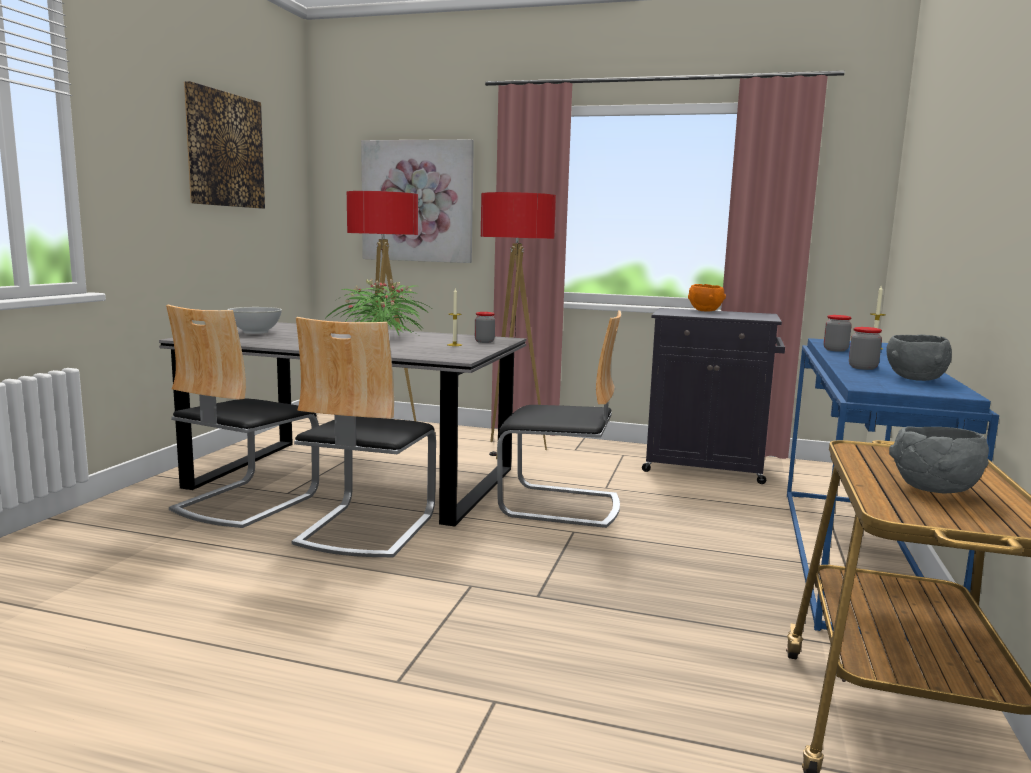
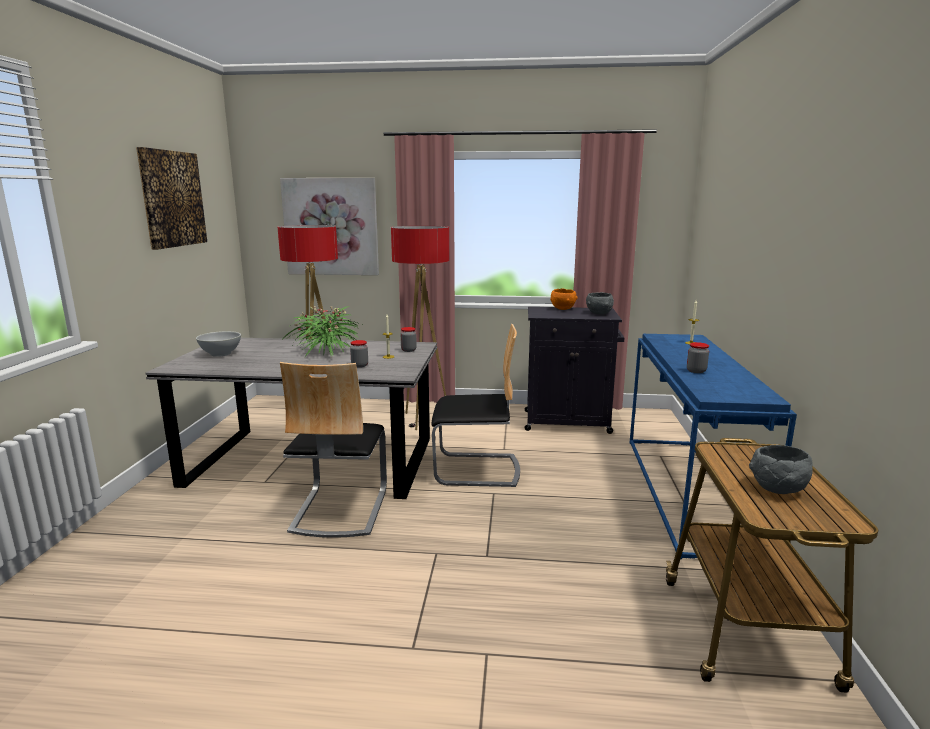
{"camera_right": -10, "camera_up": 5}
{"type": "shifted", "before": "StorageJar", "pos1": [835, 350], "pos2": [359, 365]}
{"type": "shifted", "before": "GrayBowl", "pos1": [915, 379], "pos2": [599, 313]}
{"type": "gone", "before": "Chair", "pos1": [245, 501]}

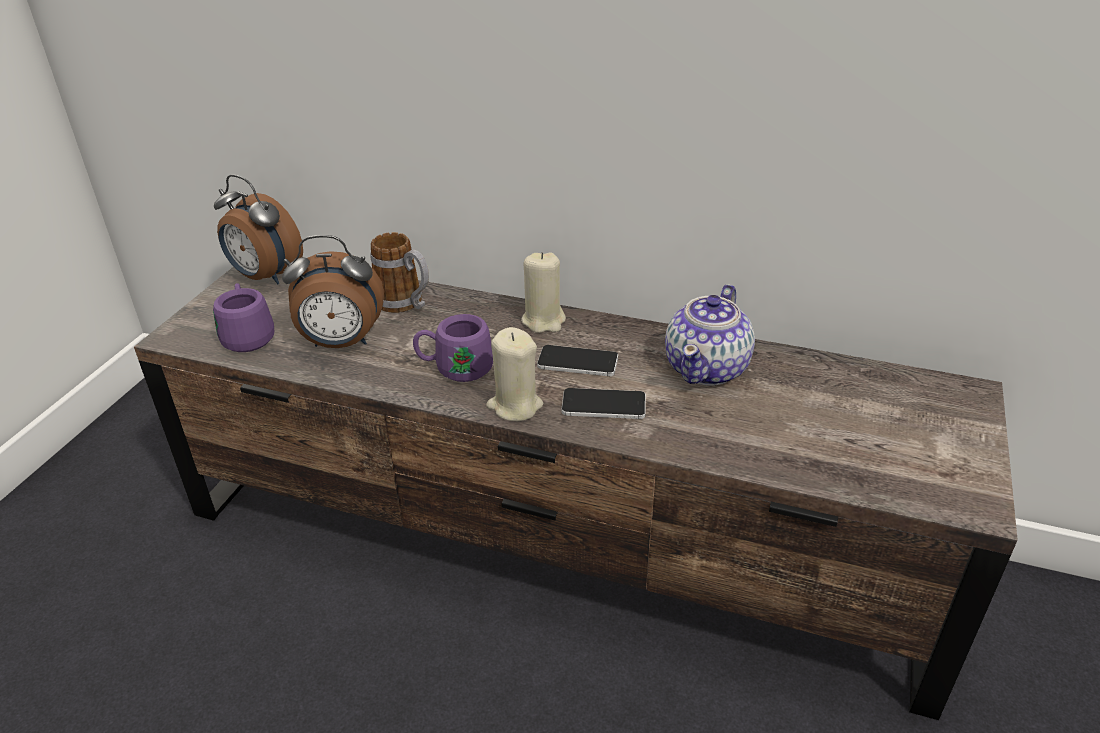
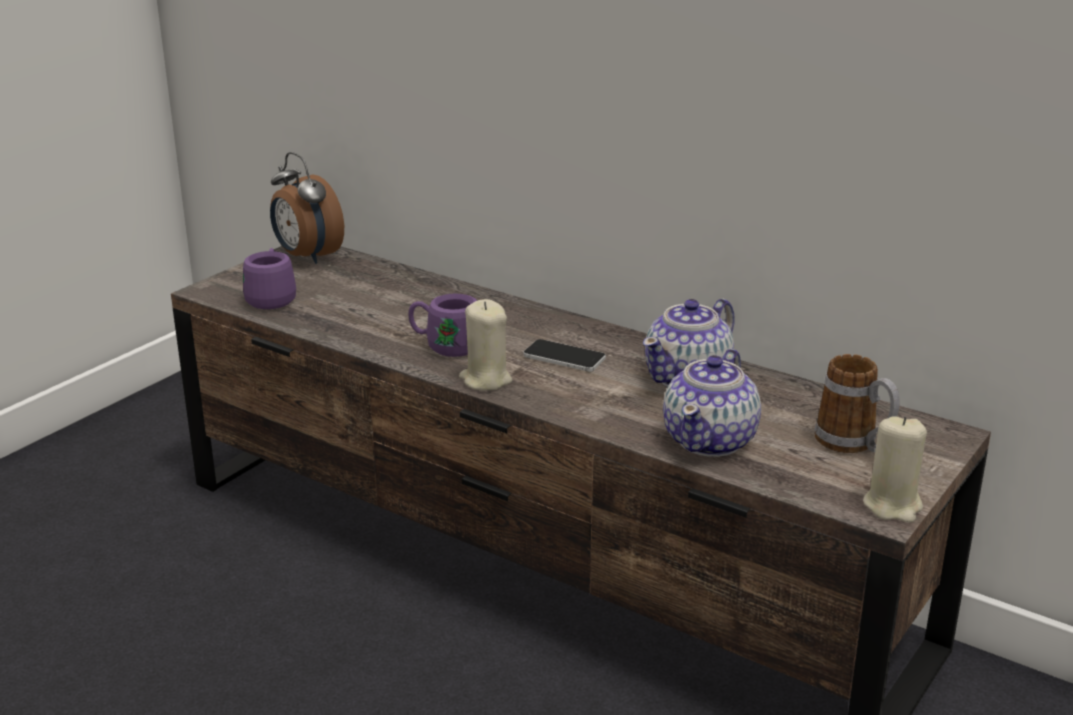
{"camera_right": 15, "camera_up": -10}
{"type": "new", "after": "PotForTea", "pos2": [711, 440]}
{"type": "shifted", "before": "Mug", "pos1": [405, 304], "pos2": [854, 444]}
{"type": "shifted", "before": "BeigeWaxCandle", "pos1": [544, 320], "pos2": [892, 505]}
{"type": "gone", "before": "BedsideClock", "pos1": [341, 343]}
{"type": "gone", "before": "Telephone", "pos1": [603, 405]}

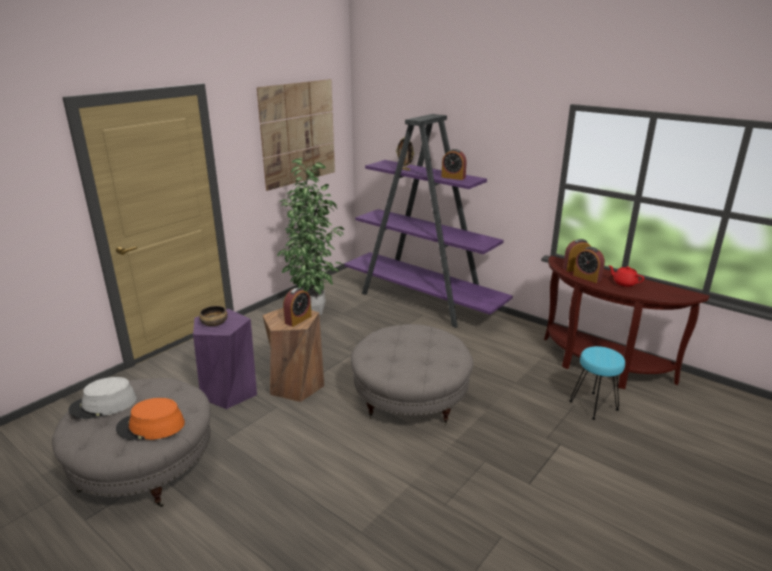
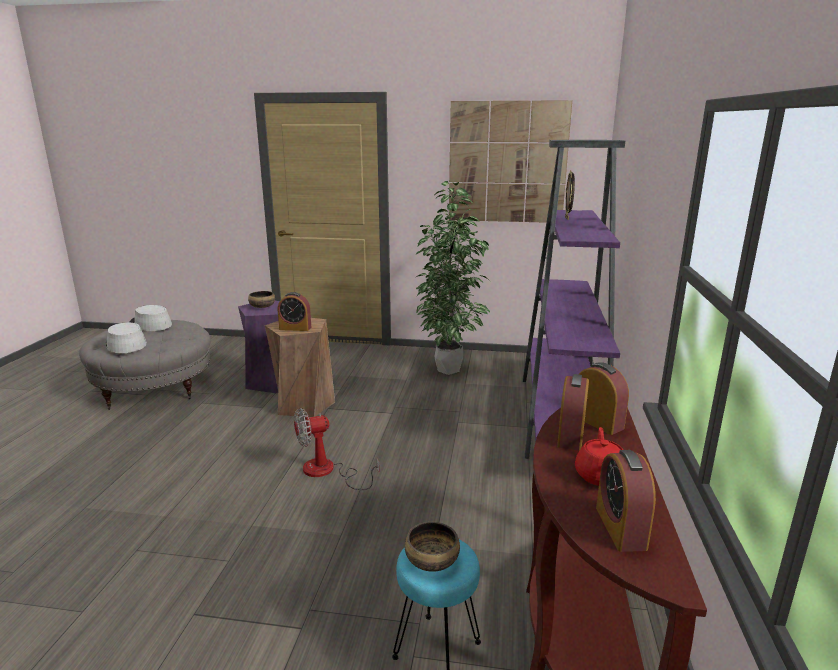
{"camera_right": 60, "camera_up": -5}
{"type": "repainted", "before": "OrangeHat", "after": "GrayHat", "pos1": [151, 426], "pos2": [125, 344]}
{"type": "swapped", "before": "GrayFootrest", "after": "Fan", "pos1": [410, 398], "pos2": [327, 472]}
{"type": "new", "after": "Bowl", "pos2": [431, 560]}
{"type": "shifted", "before": "BedsideClock", "pos1": [453, 177], "pos2": [620, 527]}

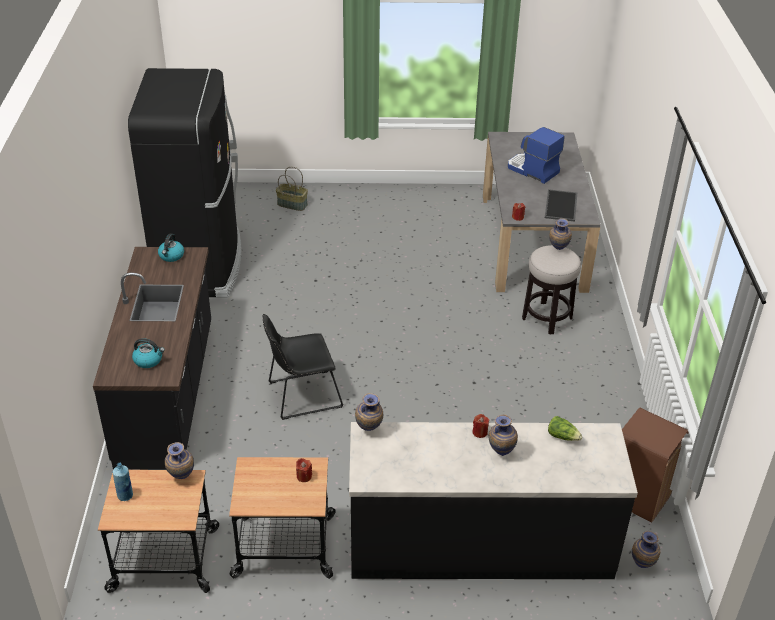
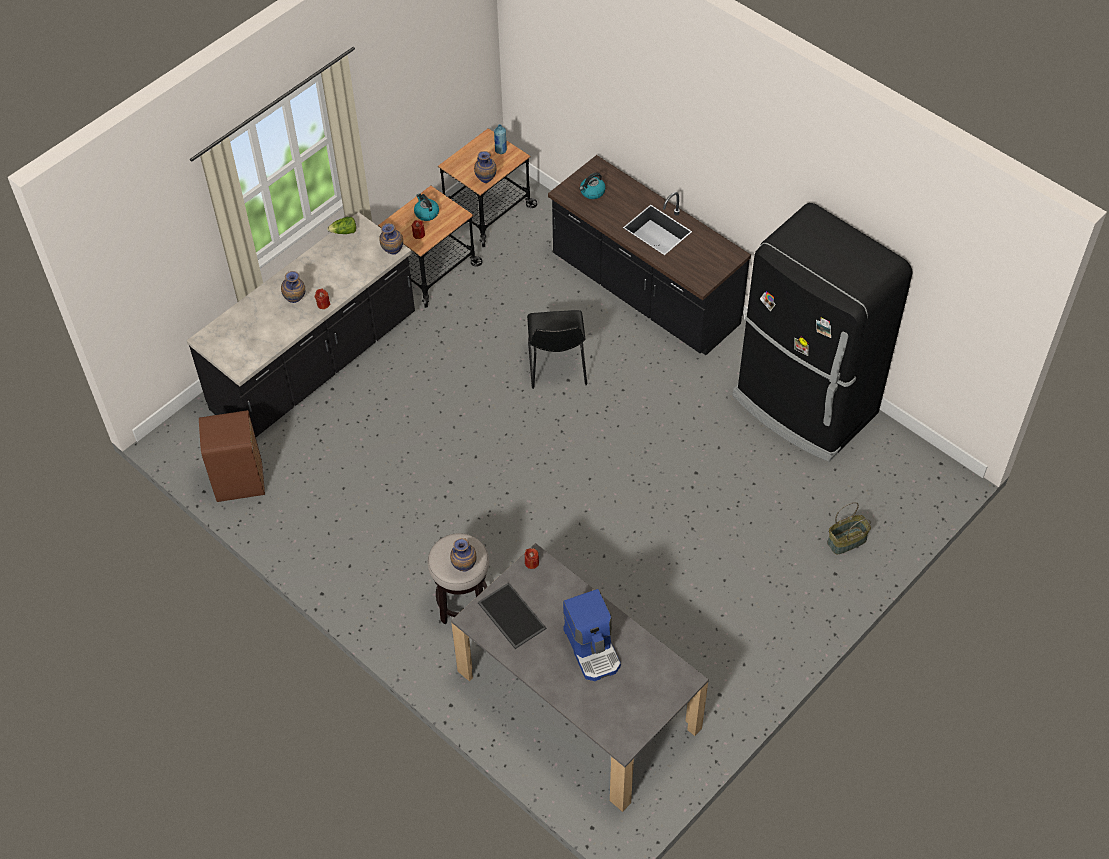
{"camera_right": 135, "camera_up": 15}
{"type": "shifted", "before": "HeadOfLettuce", "pos1": [562, 436], "pos2": [344, 232]}
{"type": "shifted", "before": "WaterKettle", "pos1": [171, 256], "pos2": [426, 213]}
{"type": "rotated", "before": "BlackishChair", "pos1": [301, 395], "pos2": [557, 366], "turn": 150}
{"type": "rotated", "before": "CoffeeBrewer", "pos1": [532, 170], "pos2": [593, 649], "turn": 75}
{"type": "gone", "before": "FlowerVase", "pos1": [642, 565]}

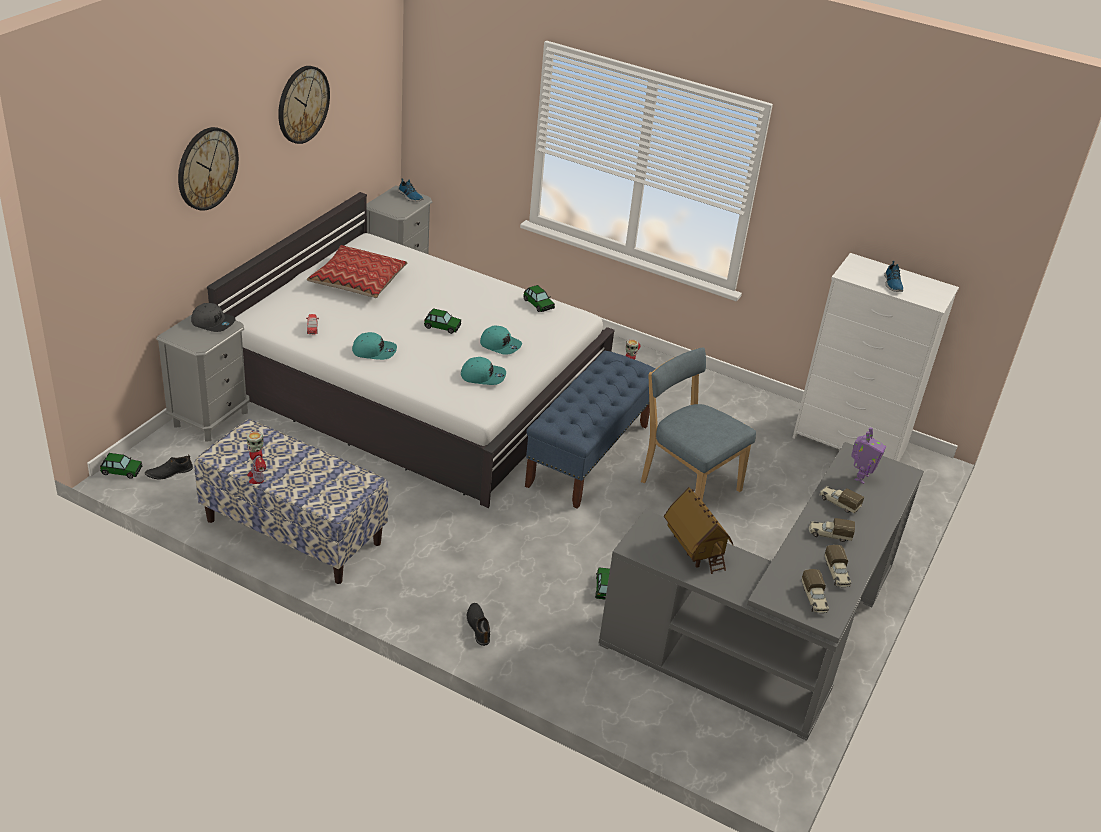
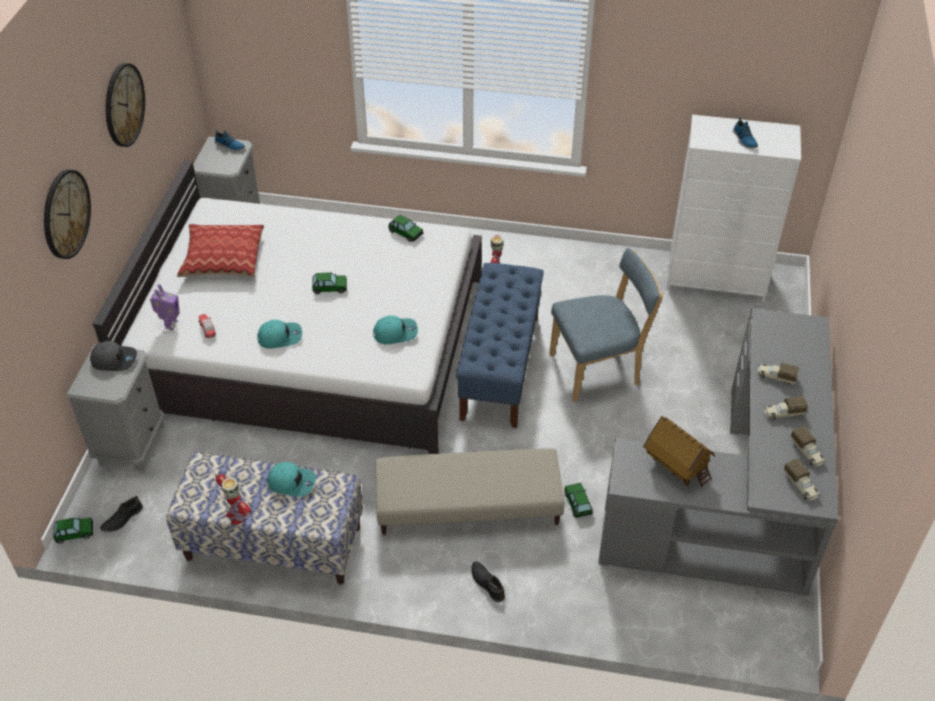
{"camera_right": -15, "camera_up": 10}
{"type": "shifted", "before": "RobotFigure", "pos1": [860, 477], "pos2": [170, 324]}
{"type": "shifted", "before": "BlueGreenPeakedCap", "pos1": [500, 345], "pos2": [292, 482]}
{"type": "new", "after": "BeigeFootrest", "pos2": [468, 505]}
{"type": "rotated", "before": "BluishChair", "pos1": [686, 484], "pos2": [598, 369], "turn": 135}

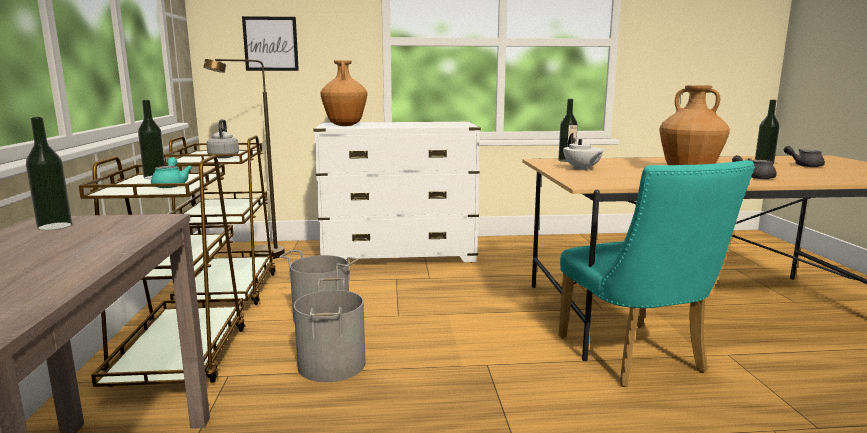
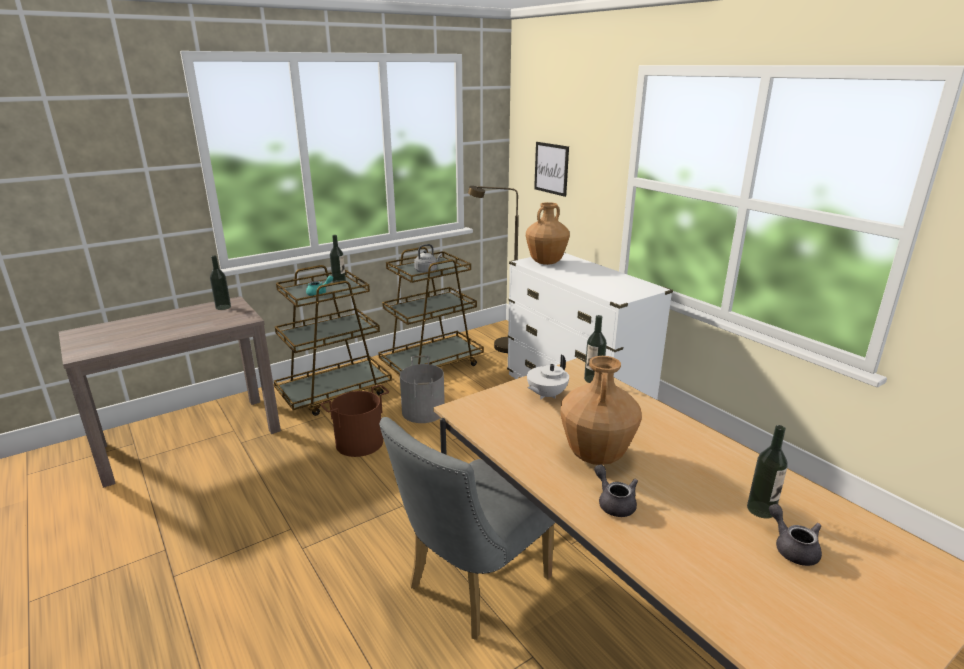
{"camera_right": 60, "camera_up": 10}
{"type": "repainted", "before": "GrayPail", "after": "BrownishPail", "pos1": [333, 364], "pos2": [360, 443]}
{"type": "repainted", "before": "BlueGreenChair", "after": "GrayChair", "pos1": [636, 359], "pos2": [471, 587]}

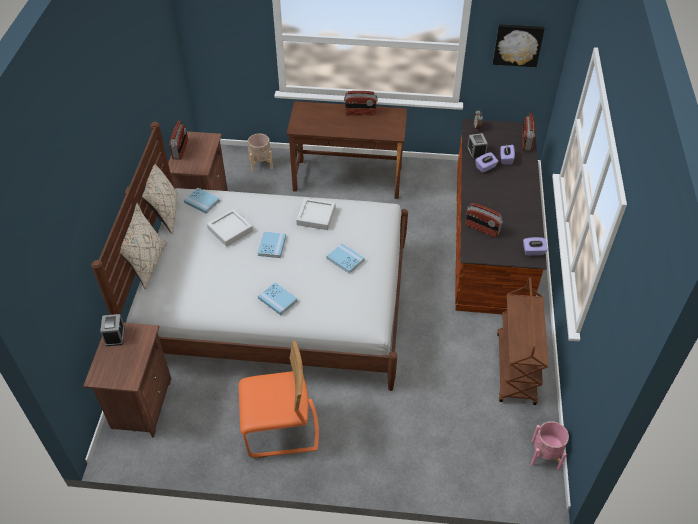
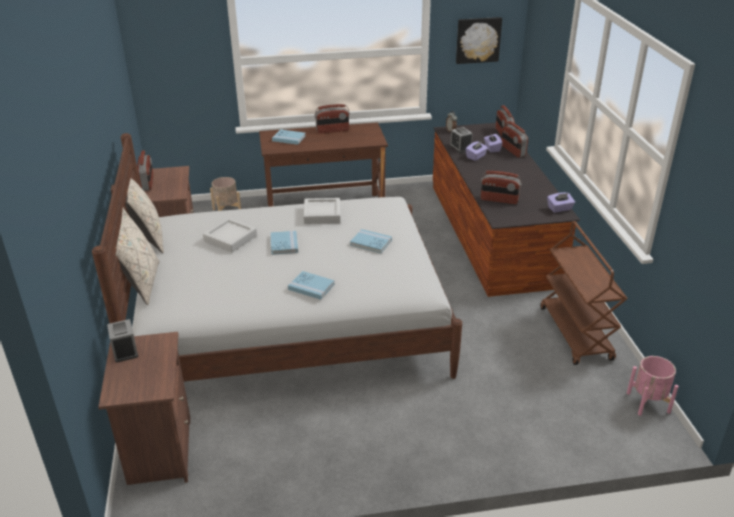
{"camera_right": -15, "camera_up": -15}
{"type": "shifted", "before": "BluishBoundBook", "pos1": [202, 201], "pos2": [289, 138]}
{"type": "new", "after": "RadioSet", "pos2": [513, 151]}
{"type": "gone", "before": "OrangeChair", "pos1": [281, 429]}

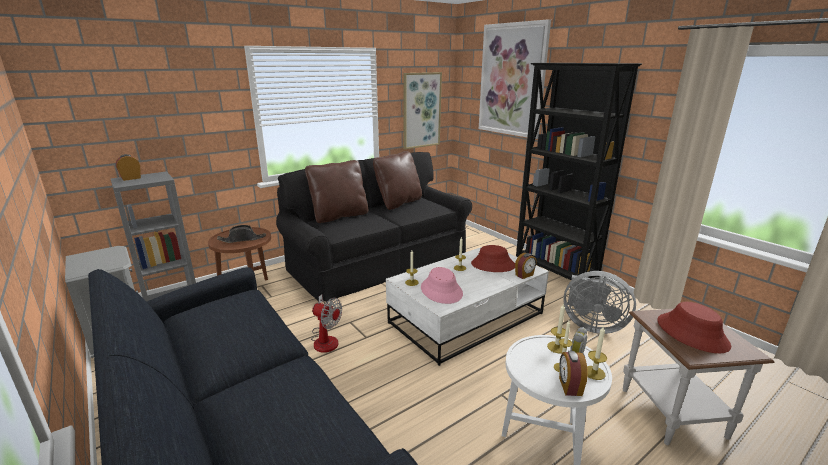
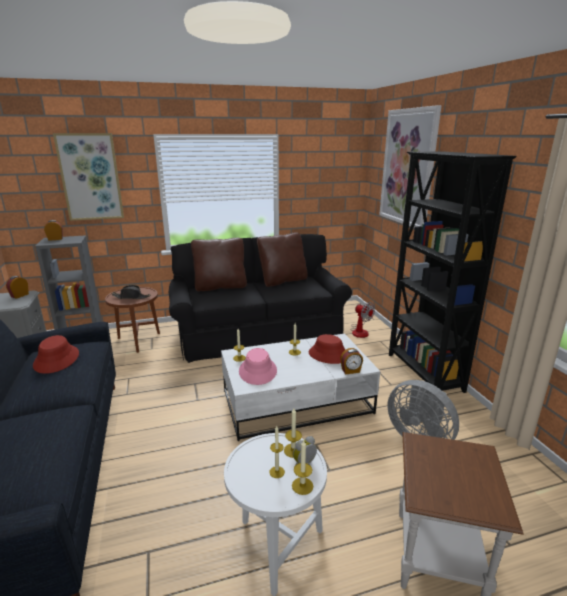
{"camera_right": 20, "camera_up": 0}
{"type": "shifted", "before": "BedsideClock", "pos1": [569, 386], "pos2": [19, 295]}
{"type": "shifted", "before": "RedColouredHat", "pos1": [692, 333], "pos2": [57, 359]}
{"type": "shifted", "before": "Picture", "pos1": [421, 110], "pos2": [90, 177]}
{"type": "shifted", "before": "Fan", "pos1": [325, 339], "pos2": [360, 331]}

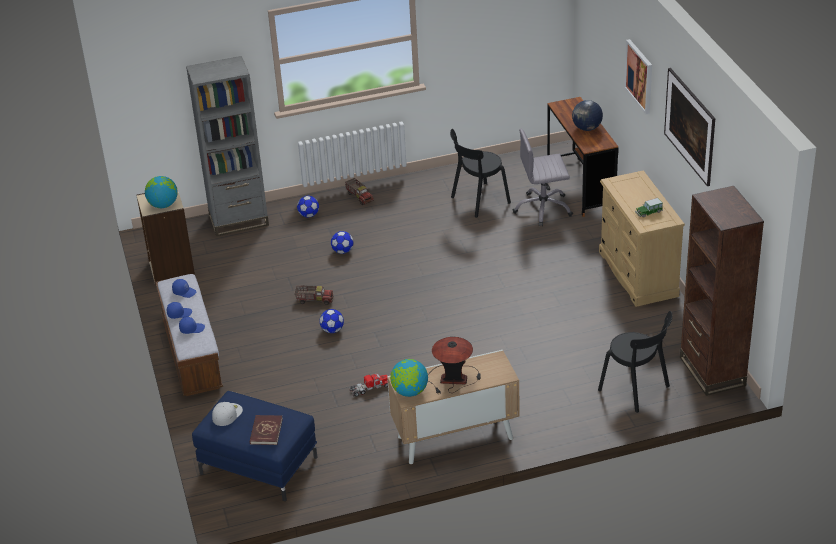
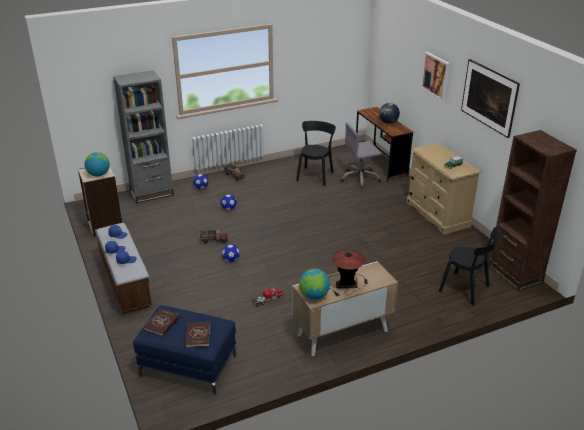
{"camera_right": -10, "camera_up": -5}
{"type": "swapped", "before": "WhitePeakedCap", "after": "RedColouredBoundBook", "pos1": [227, 414], "pos2": [162, 323]}
{"type": "rotated", "before": "BlackishChair", "pos1": [478, 201], "pos2": [315, 175], "turn": 150}

